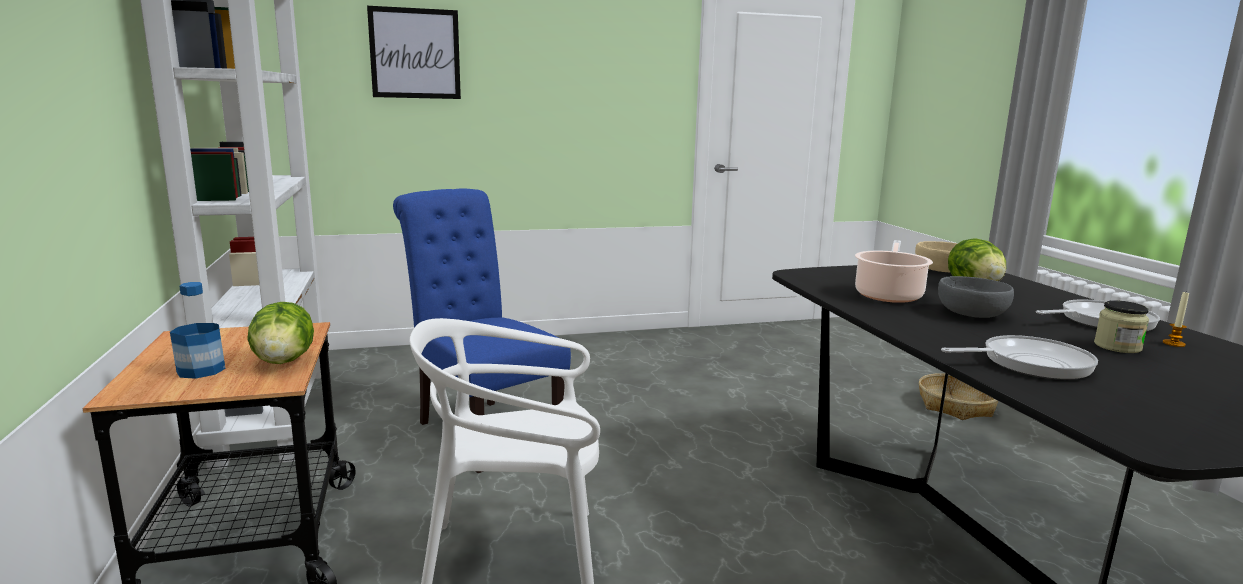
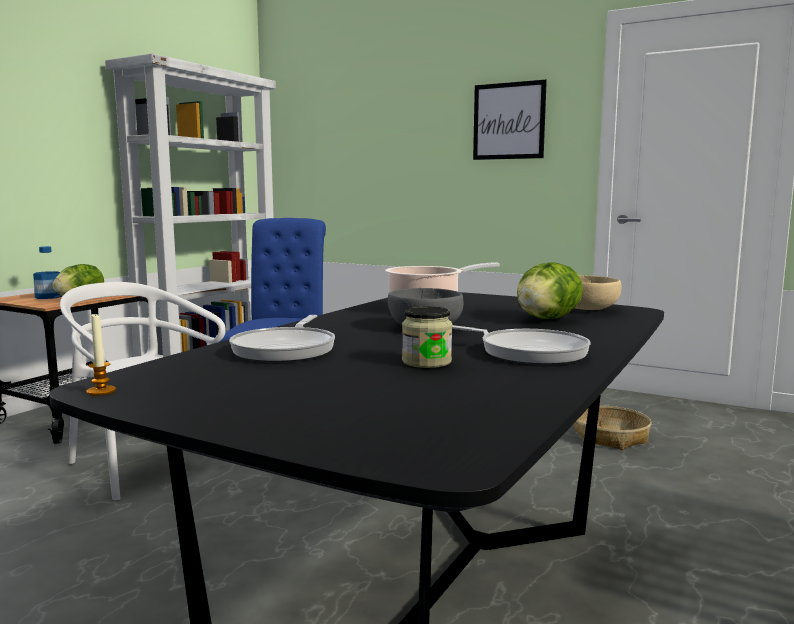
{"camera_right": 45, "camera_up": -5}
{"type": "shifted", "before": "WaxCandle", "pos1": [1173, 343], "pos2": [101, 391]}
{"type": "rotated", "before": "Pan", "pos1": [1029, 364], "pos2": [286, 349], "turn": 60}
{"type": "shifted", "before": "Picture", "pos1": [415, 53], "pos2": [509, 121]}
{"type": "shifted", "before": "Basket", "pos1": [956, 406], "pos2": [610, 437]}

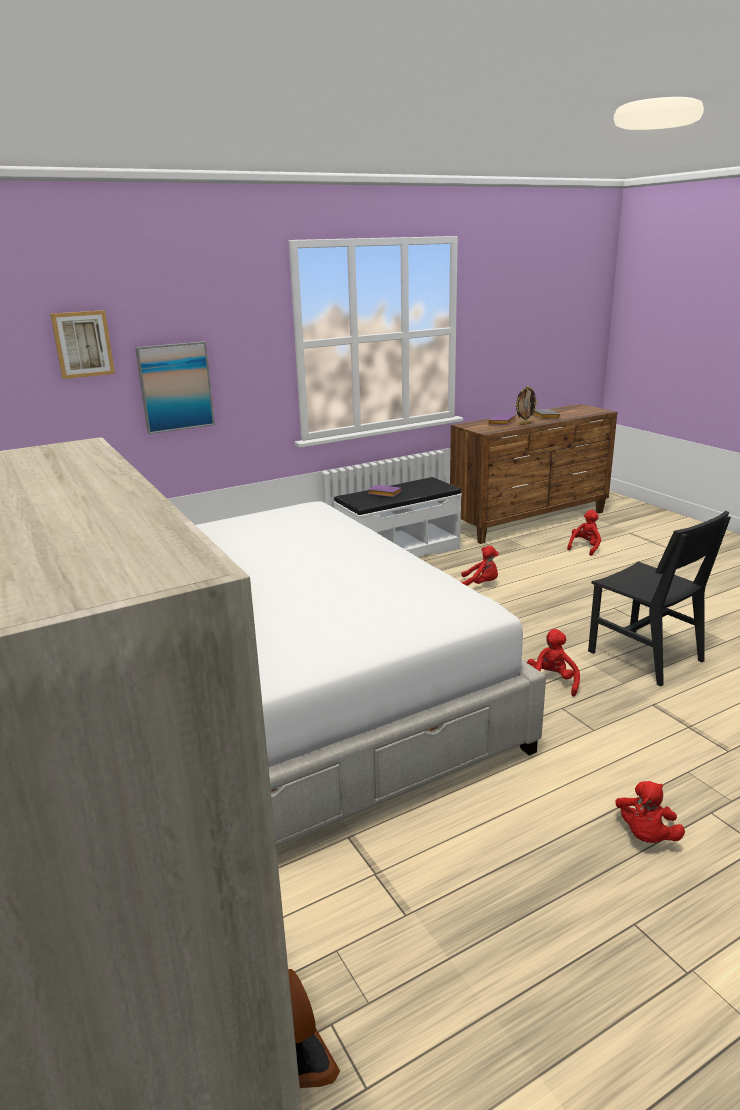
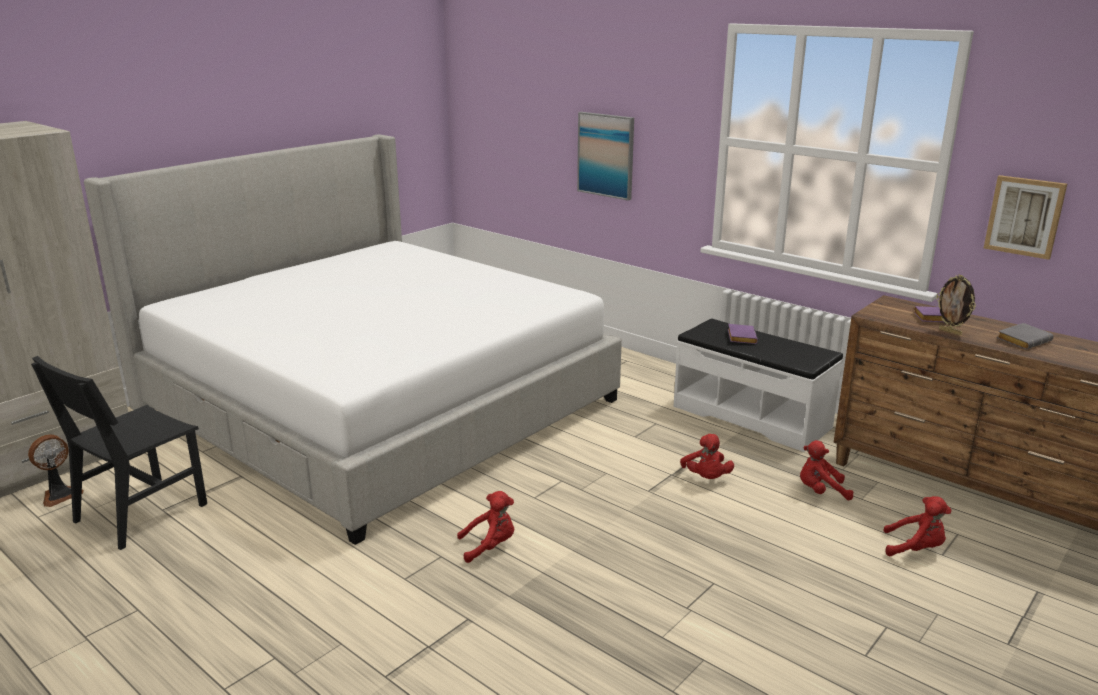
{"camera_right": 70, "camera_up": 0}
{"type": "shifted", "before": "BlackishChair", "pos1": [645, 656], "pos2": [141, 512]}
{"type": "shifted", "before": "RedColouredPlushToy", "pos1": [645, 835], "pos2": [820, 491]}
{"type": "shifted", "before": "Picture", "pos1": [83, 344], "pos2": [1024, 216]}

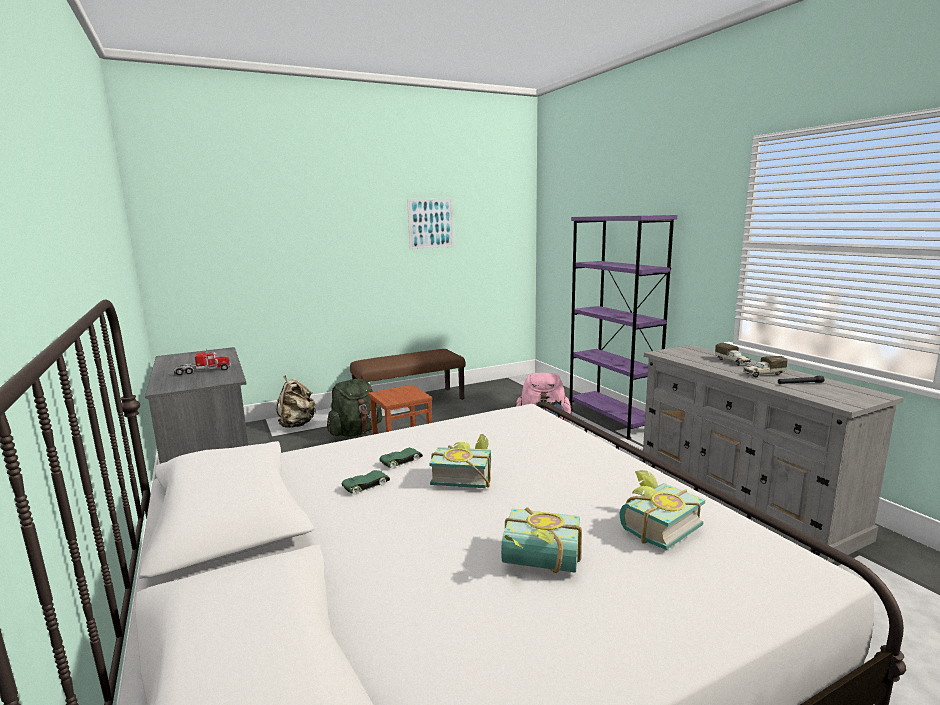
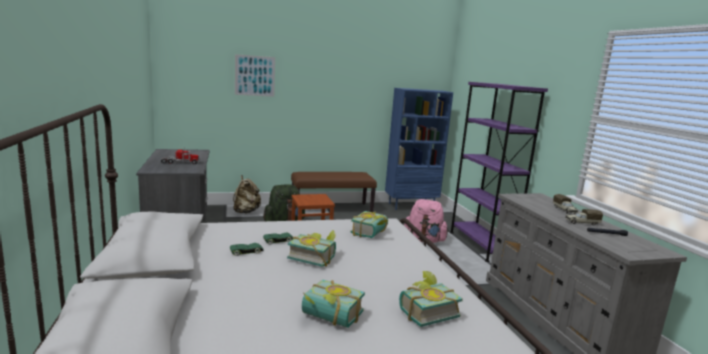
{"camera_right": 10, "camera_up": 0}
{"type": "shifted", "before": "Picture", "pos1": [431, 223], "pos2": [255, 75]}
{"type": "new", "after": "BoundBook", "pos2": [372, 233]}
{"type": "new", "after": "BluishBookcase", "pos2": [411, 206]}

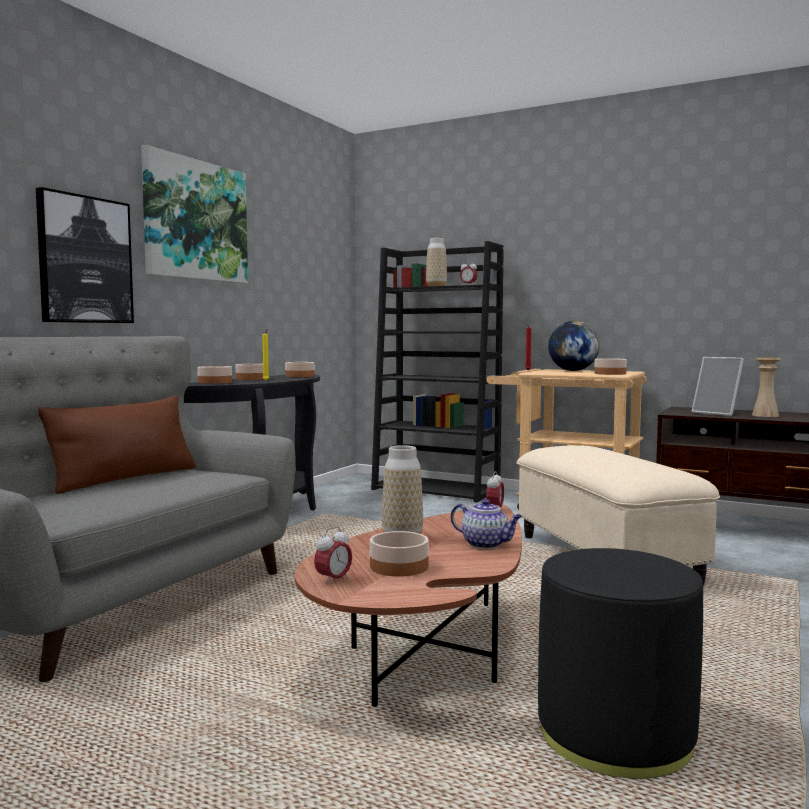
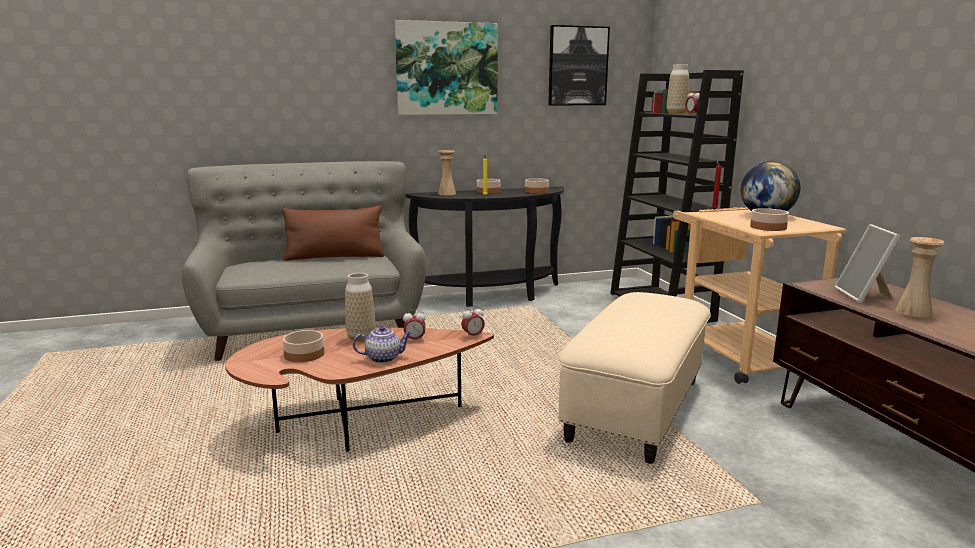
{"camera_right": 45, "camera_up": 10}
{"type": "rotated", "before": "PotForTea", "pos1": [486, 544], "pos2": [384, 358], "turn": -90}
{"type": "shifted", "before": "BedsideClock", "pos1": [333, 580], "pos2": [414, 340]}
{"type": "swapped", "before": "Bowl", "after": "BeigeFlowerVase", "pos1": [214, 382], "pos2": [447, 193]}
{"type": "shifted", "before": "Picture", "pos1": [85, 260], "pos2": [577, 66]}
{"type": "gone", "before": "BlackishFootrest", "pos1": [615, 735]}

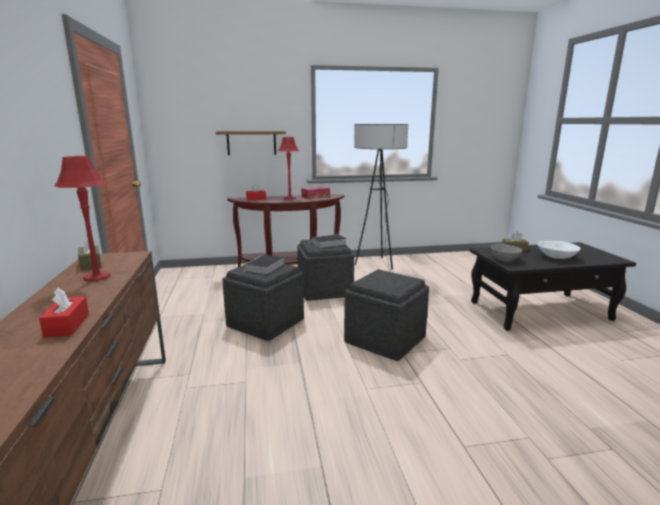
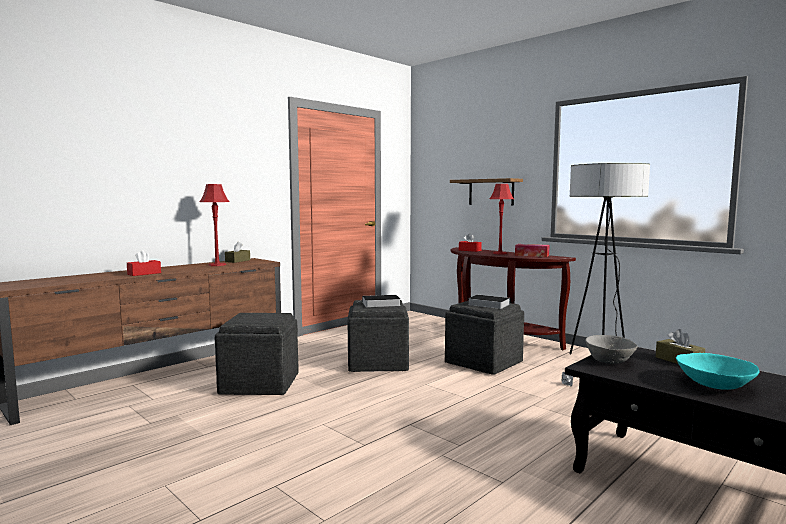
{"camera_right": 55, "camera_up": -10}
{"type": "shifted", "before": "GrayFootrest", "pos1": [385, 339], "pos2": [261, 383]}
{"type": "repainted", "before": "WhiteBowl", "after": "BlueGreenBowl", "pos1": [556, 257], "pos2": [714, 385]}

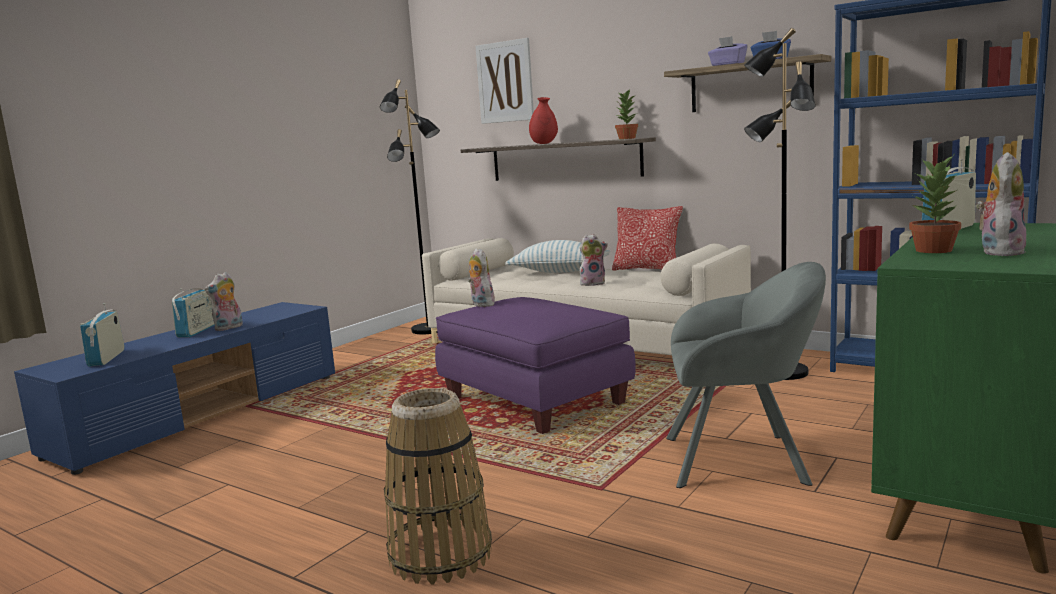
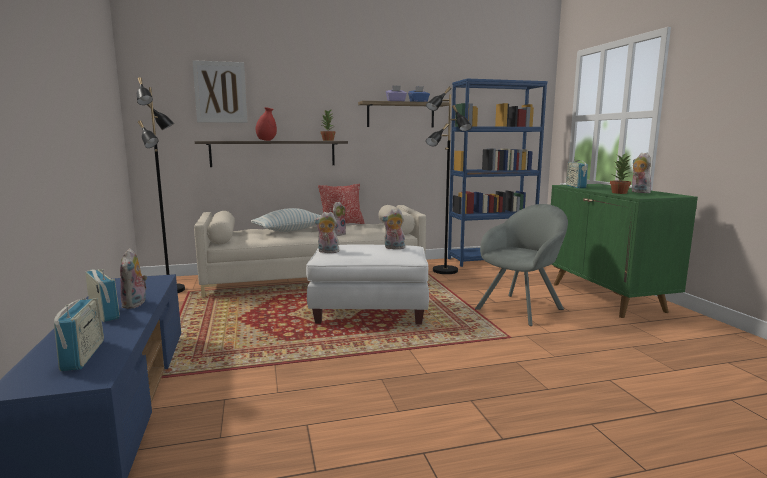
{"camera_right": -50, "camera_up": 0}
{"type": "rotated", "before": "RadioSet", "pos1": [106, 358], "pos2": [83, 355], "turn": -135}
{"type": "repainted", "before": "PurplishFootrest", "after": "WhiteFootrest", "pos1": [536, 401], "pos2": [370, 311]}
{"type": "new", "after": "PlushToy", "pos2": [394, 248]}
{"type": "gone", "before": "Basket", "pos1": [440, 555]}

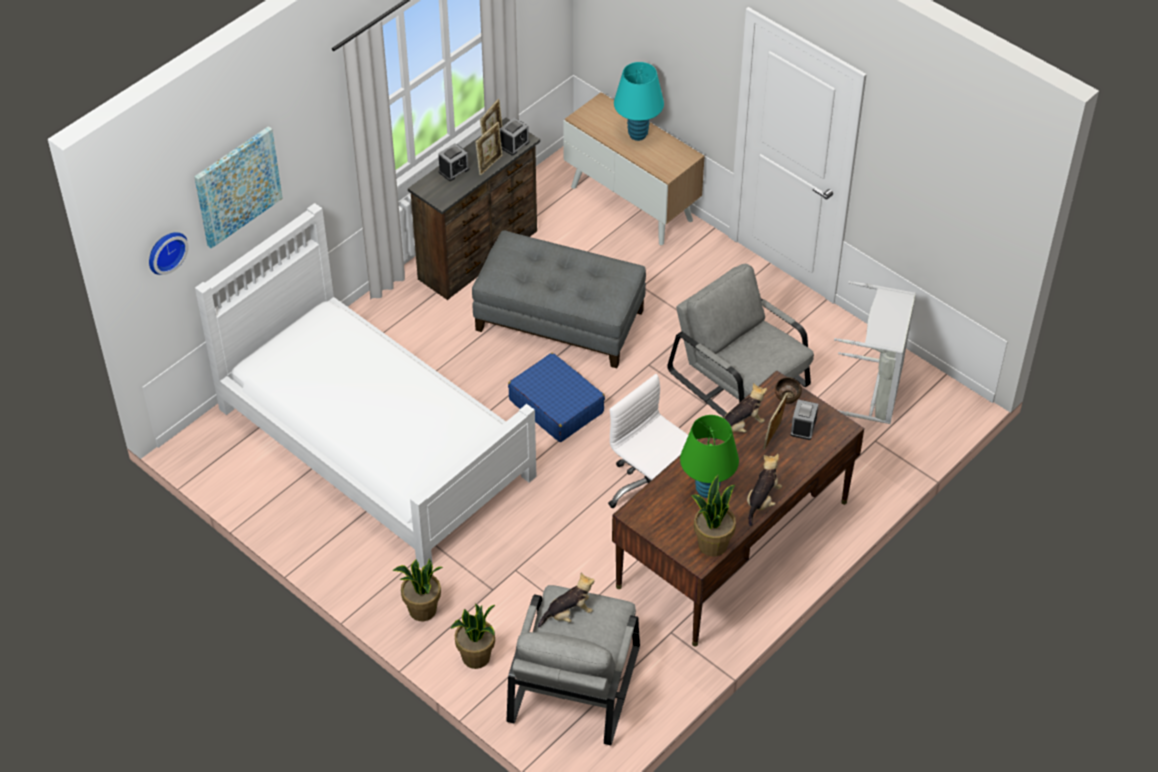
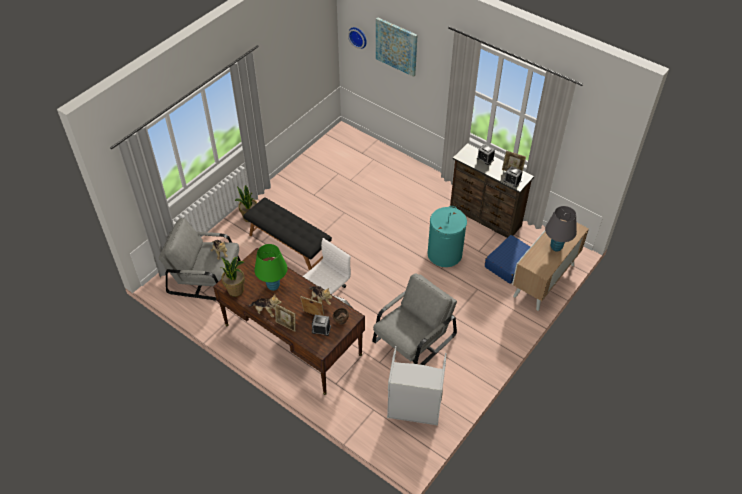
{"camera_right": 85, "camera_up": 0}
{"type": "new", "after": "BlackishBench", "pos2": [289, 246]}
{"type": "shifted", "before": "PhotoFrame", "pos1": [489, 164], "pos2": [286, 326]}
{"type": "swapped", "before": "GrayFootrest", "after": "BlueGreenHamper", "pos1": [560, 319], "pos2": [444, 254]}
{"type": "shifted", "before": "BluishTravelCase", "pos1": [556, 406], "pos2": [510, 264]}
{"type": "repainted", "before": "BlueGreenLampForATable", "after": "GrayLampForATable", "pos1": [637, 134], "pos2": [556, 247]}
{"type": "gone", "before": "WhiteBedroomBed", "pos1": [374, 441]}
{"type": "gone", "before": "Houseplant", "pos1": [476, 657]}

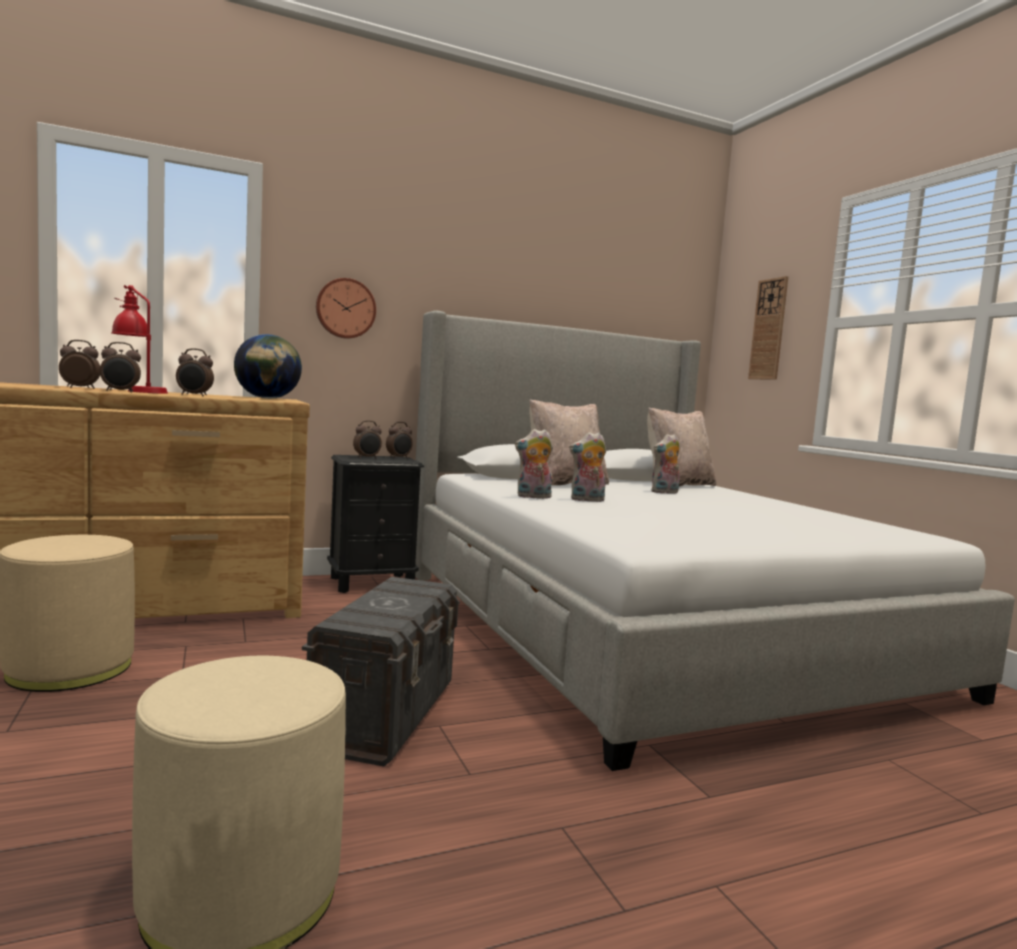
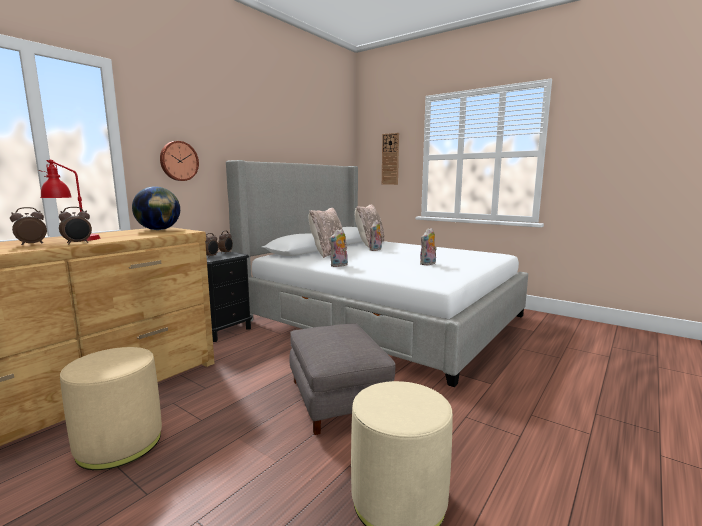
{"camera_right": -30, "camera_up": 5}
{"type": "swapped", "before": "GrayStorageBin", "after": "GrayFootrest", "pos1": [386, 714], "pos2": [337, 398]}
{"type": "shifted", "before": "PlushToy", "pos1": [587, 500], "pos2": [428, 264]}
{"type": "gone", "before": "BedsideClock", "pos1": [194, 395]}

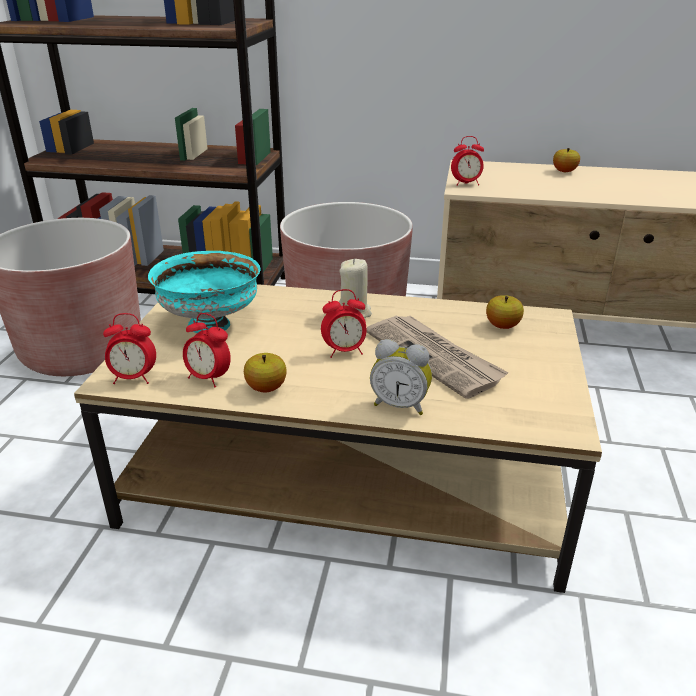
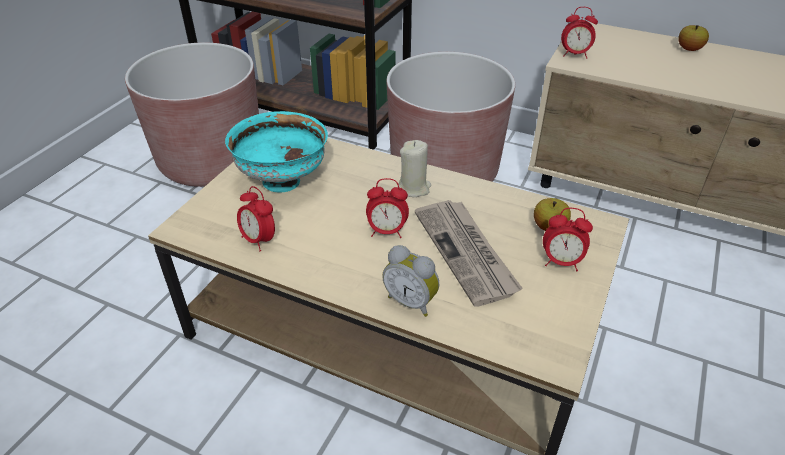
{"camera_right": 15, "camera_up": 10}
{"type": "shifted", "before": "BedsideClock", "pos1": [134, 378], "pos2": [561, 262]}
{"type": "gone", "before": "WholeApple", "pos1": [266, 388]}

